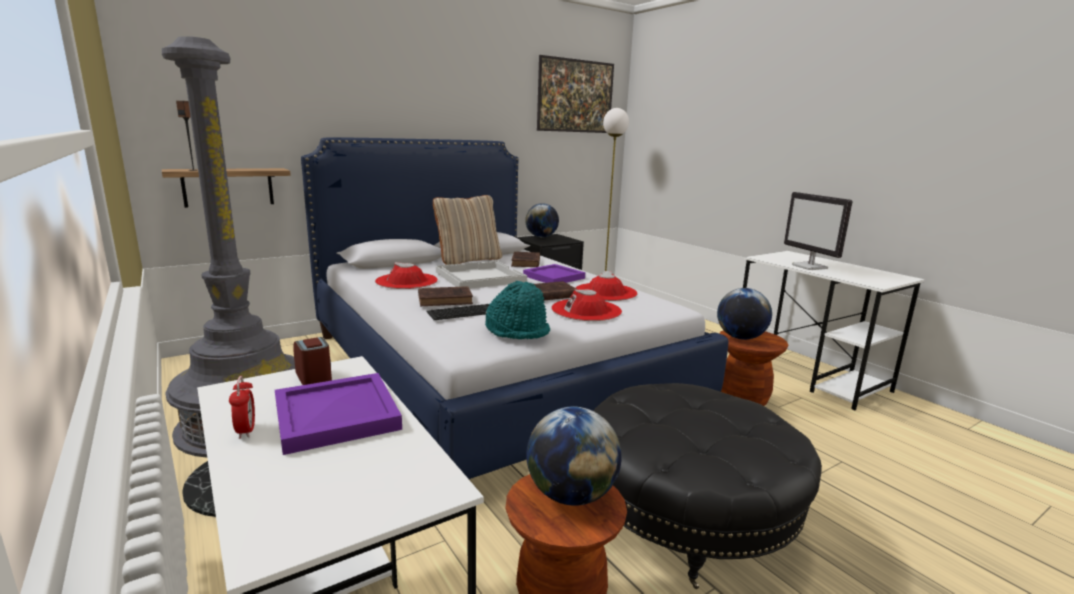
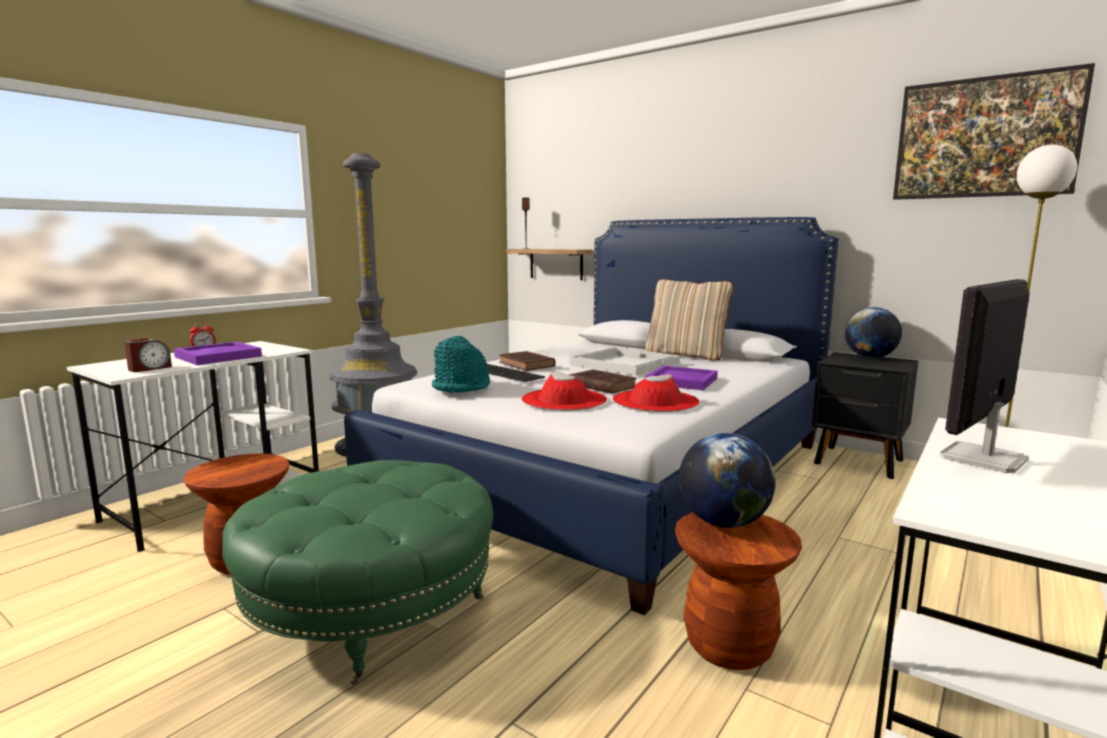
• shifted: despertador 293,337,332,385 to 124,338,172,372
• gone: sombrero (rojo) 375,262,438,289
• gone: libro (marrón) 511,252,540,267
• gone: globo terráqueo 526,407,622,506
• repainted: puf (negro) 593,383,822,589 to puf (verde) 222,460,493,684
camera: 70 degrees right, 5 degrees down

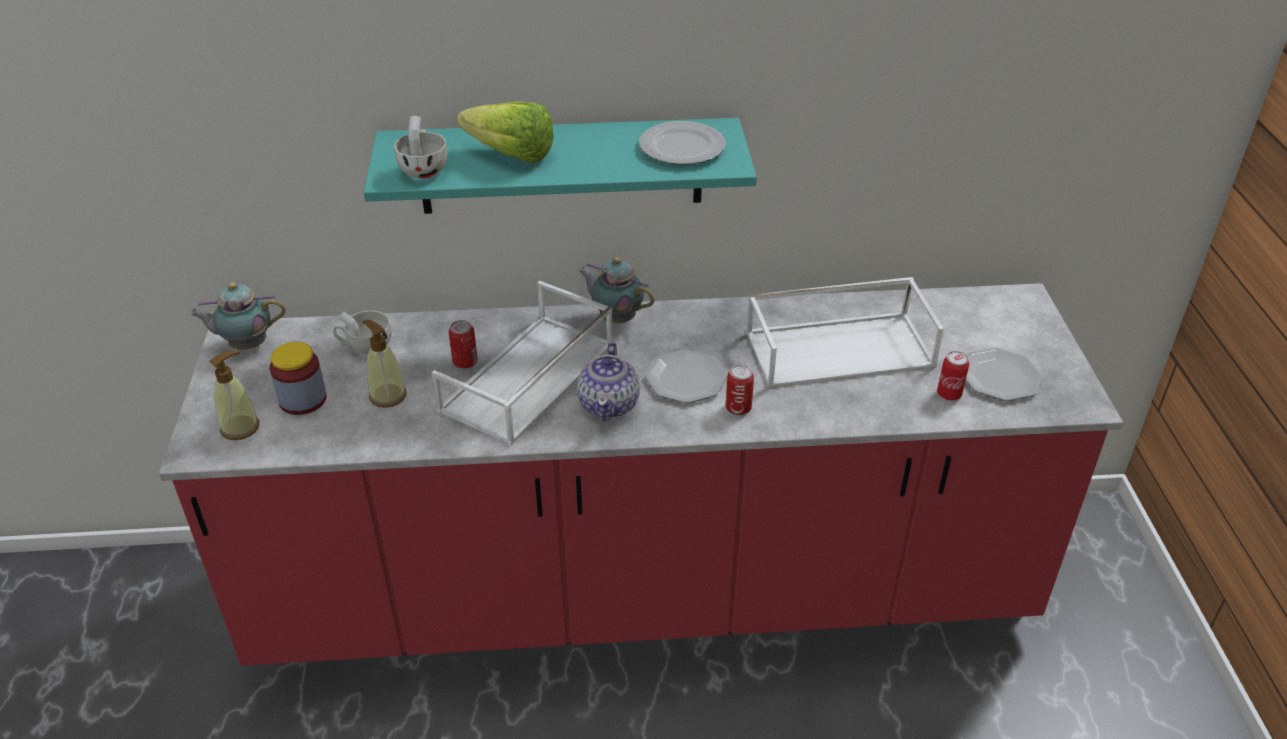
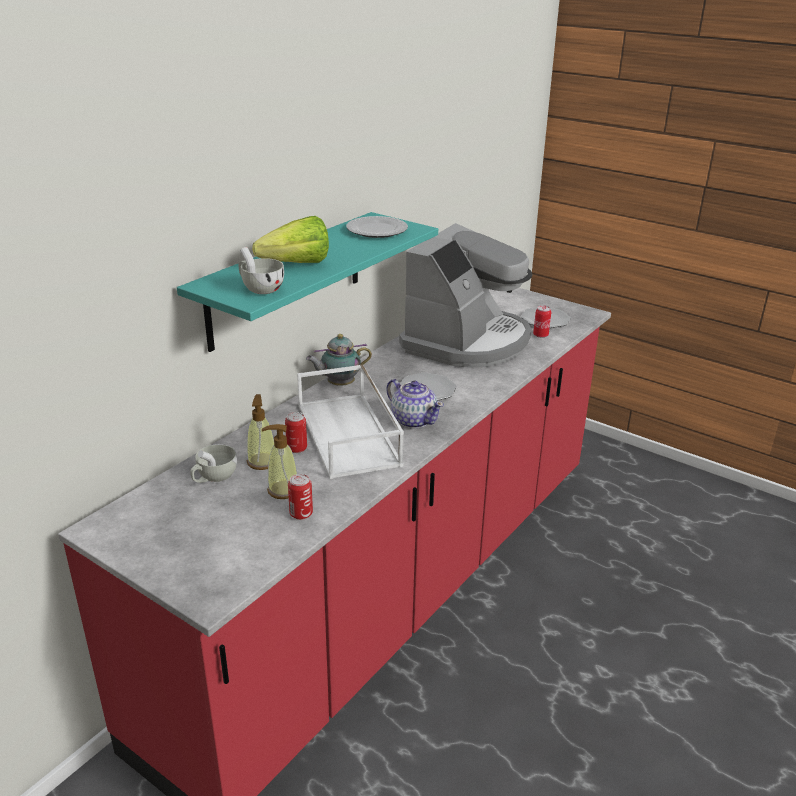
• gone: tetera 190,282,285,350
• shifted: dispensador de jabón 209,350,259,440 to 247,394,274,470
• gone: tarro 270,342,327,415
• shifted: lata 726,365,754,415 to 288,474,313,520
• swapped: bandeja (blanco) 746,277,944,388 to cafetera 399,223,533,368
camera: 50 degrees left, 10 degrees down

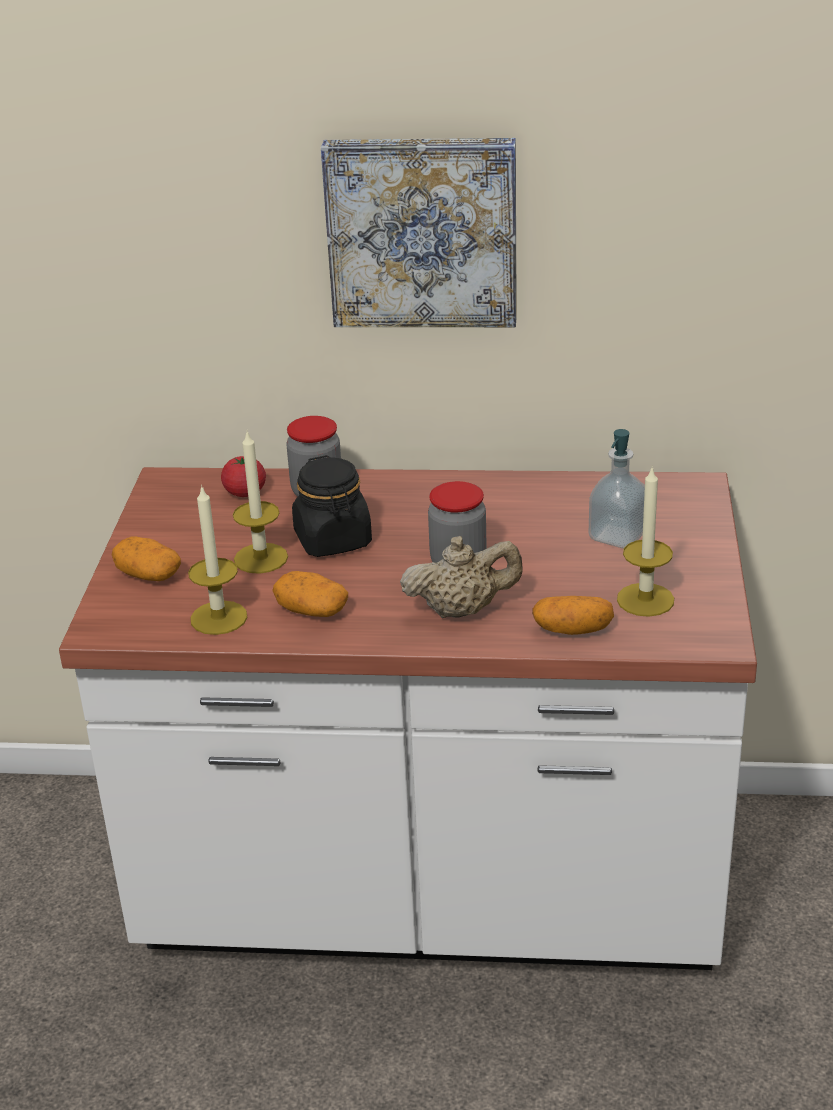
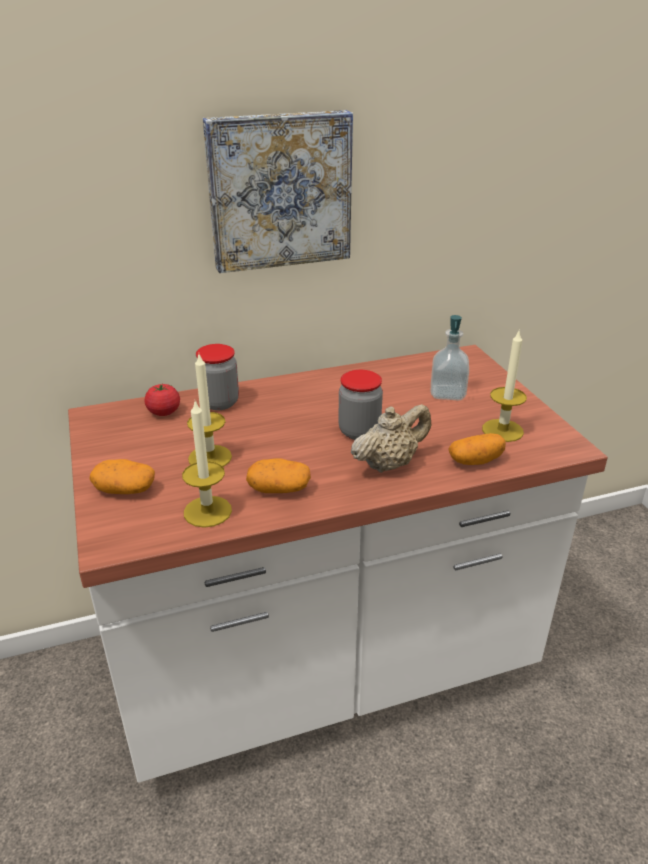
• gone: tarro (negro) 292,455,372,557
camera: 25 degrees left, 0 degrees up

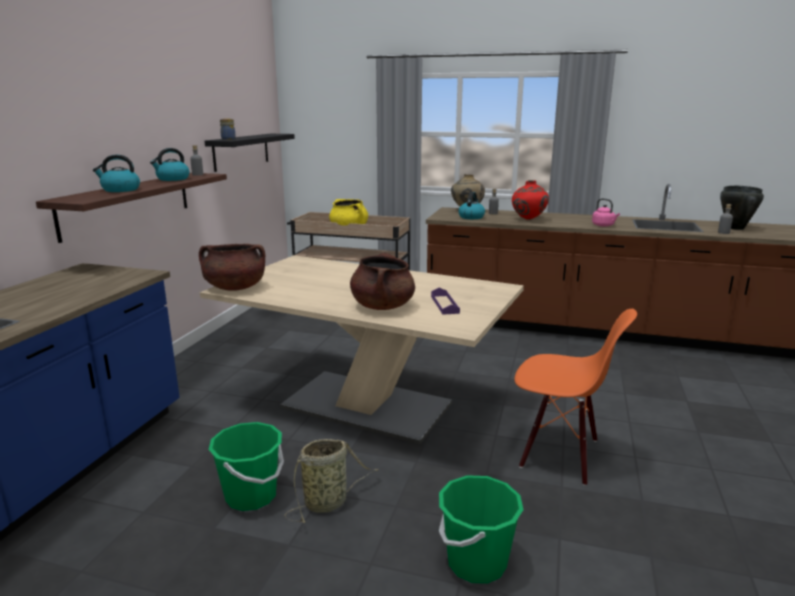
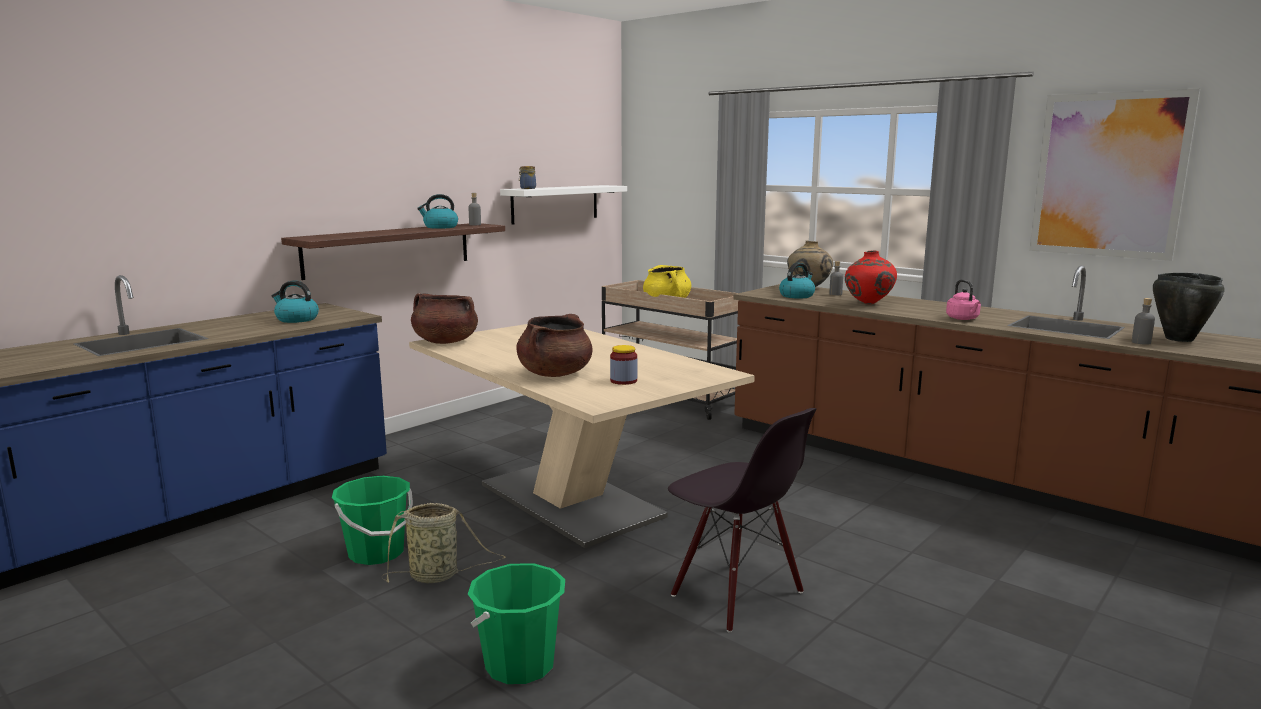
• shifted: hervidor 93,155,140,192 to 272,280,319,323
• repainted: estante (negro) 205,134,295,172 to estante (blanco) 500,185,627,225
• swapped: bandeja (morado) 431,288,460,315 to tarro 610,345,637,385
• repainted: silla (naranja) 514,309,637,486 to silla (negro) 668,408,816,633
• new: cuadro 1029,89,1200,261
camera: 25 degrees right, 5 degrees down

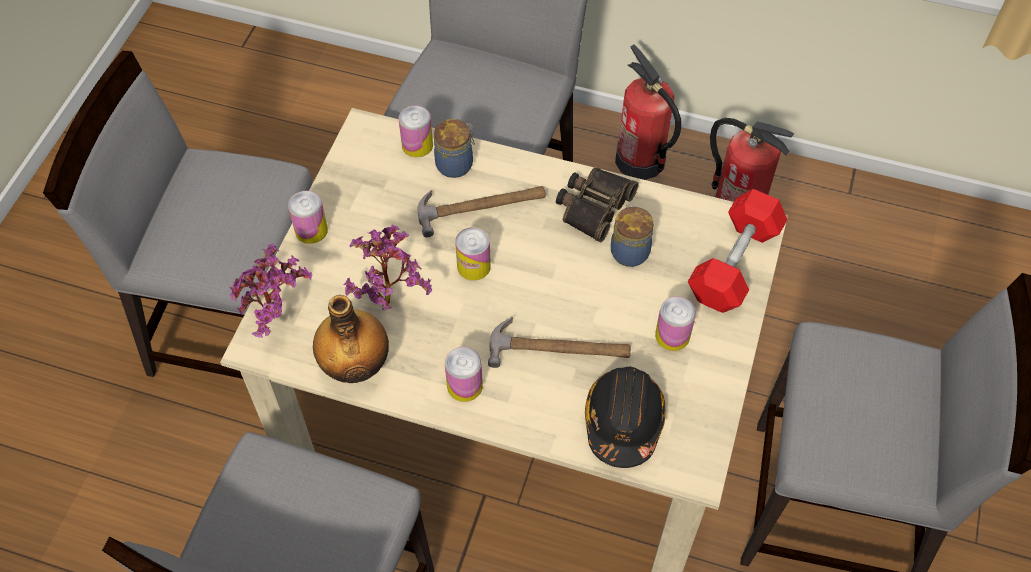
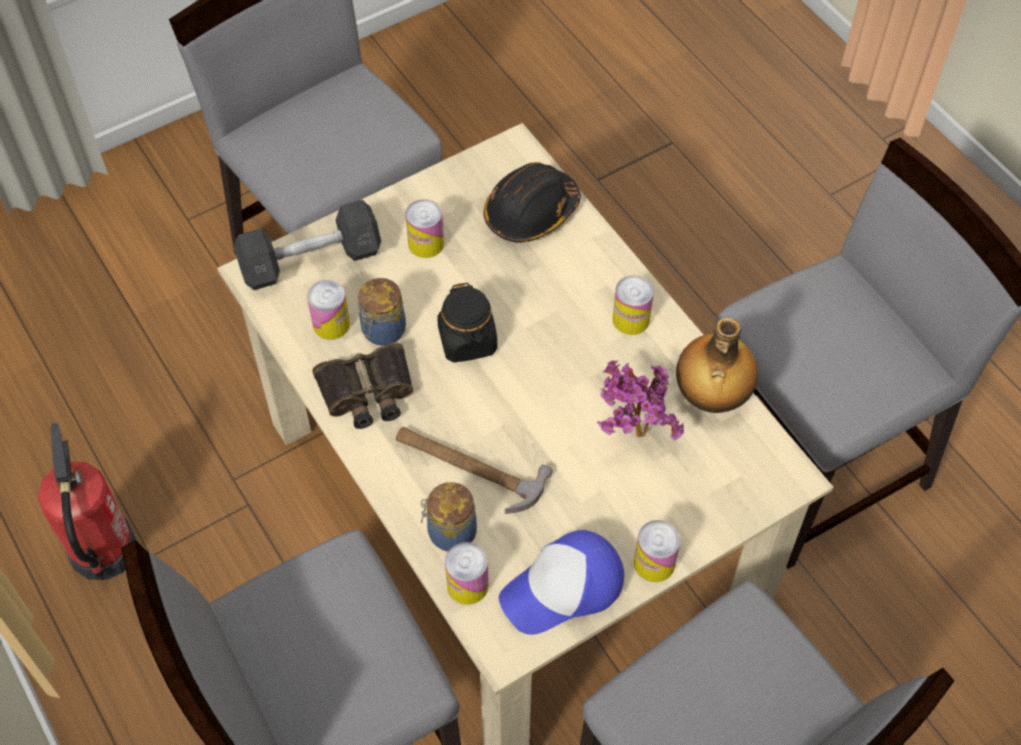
• gone: planta en maceta 229,244,312,338
• shifted: lata 455,227,491,281 to 307,280,350,340
• gone: martillo 488,317,631,368
• gone: extintor 615,44,681,180
• repainted: mancuerna (rojo) 688,189,787,313 to mancuerna (gris) 234,200,381,290
• new: tarro (negro) 437,283,497,363
• new: gorra 499,530,624,635
camera: 140 degrees left, 0 degrees up

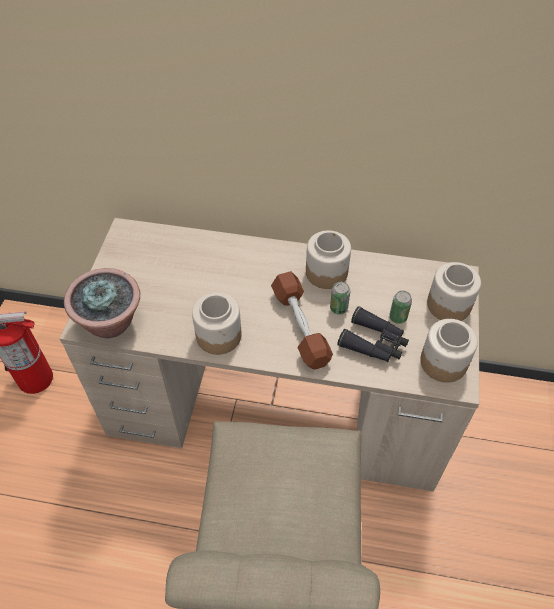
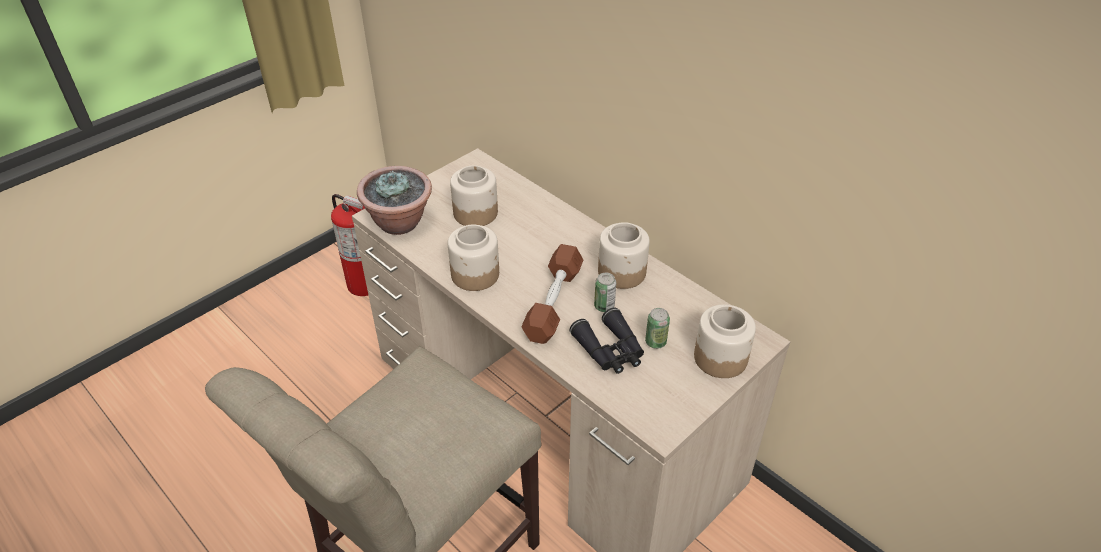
• shifted: tarro 420,319,478,383 to 450,165,498,226
camera: 35 degrees right, 10 degrees down

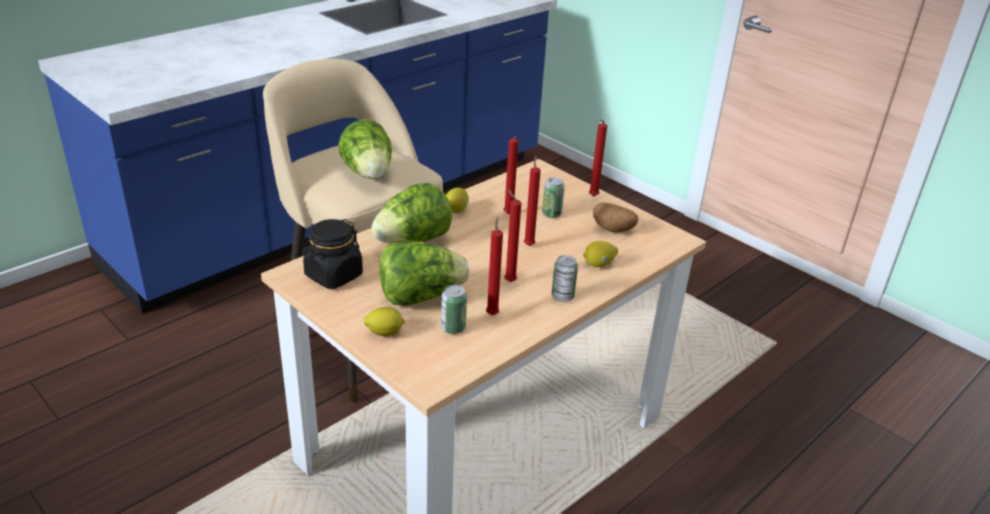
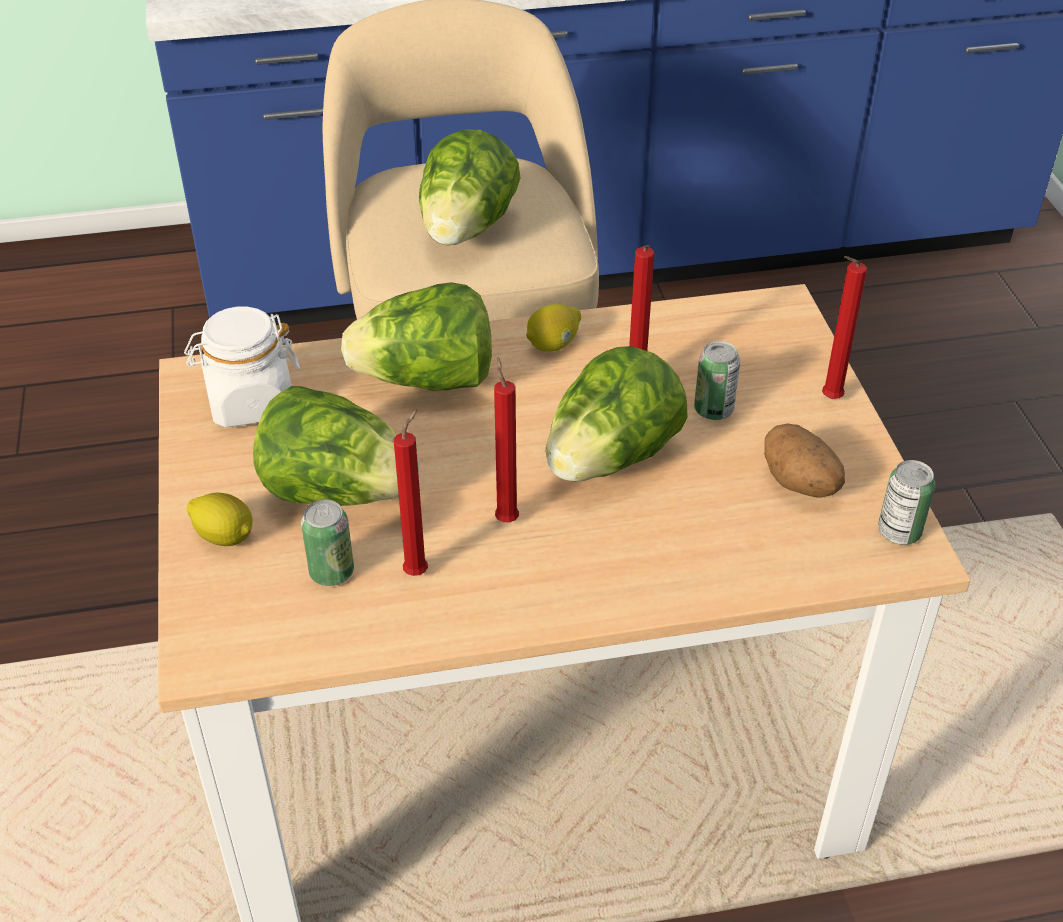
• repainted: tarro (negro) 303,219,363,289 to tarro (blanco) 184,307,300,427
• swapped: vela (rojo) 524,156,541,246 to lechuga 546,346,687,481
• shifted: lata 551,255,578,302 to 878,460,936,545
• gone: limón 583,241,618,267
camera: 35 degrees right, 10 degrees up

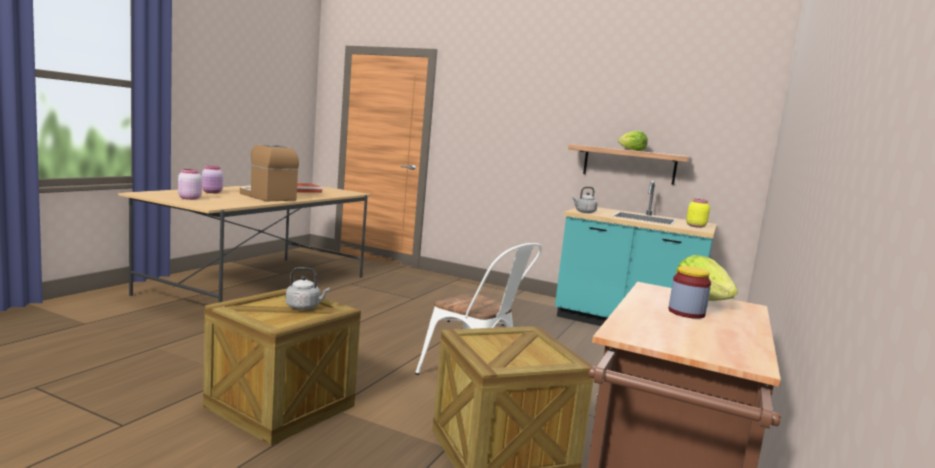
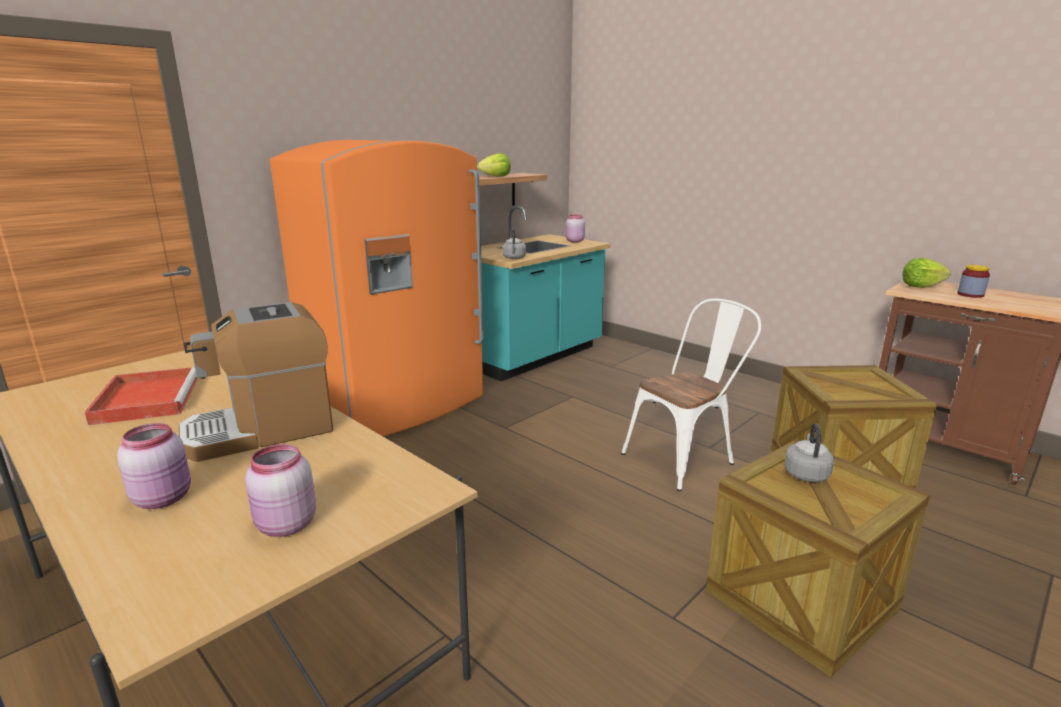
• repainted: tarro (amarillo) 686,199,710,228 to tarro (rosa) 566,215,585,242
• new: nevera (naranja) 270,140,484,436
camera: 70 degrees left, 10 degrees up

